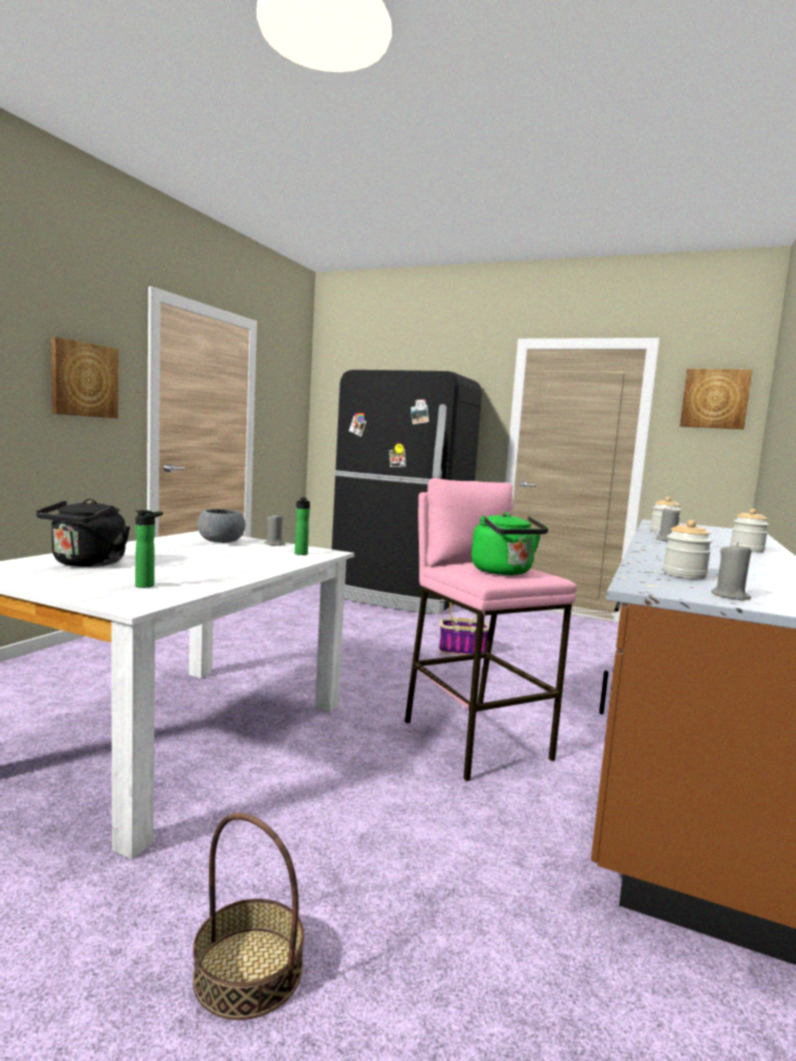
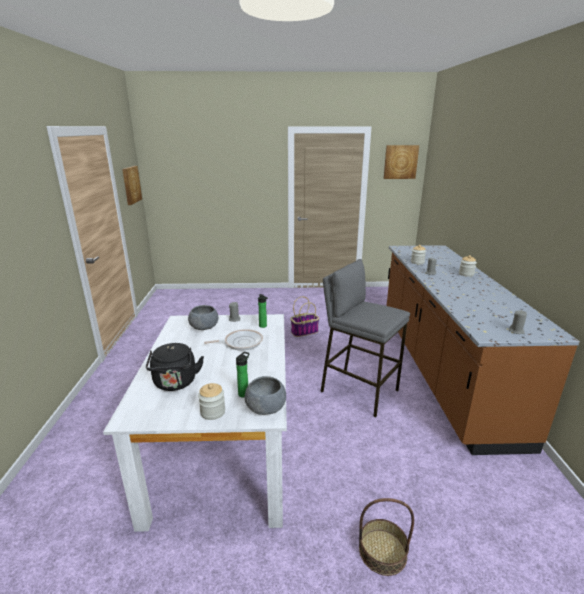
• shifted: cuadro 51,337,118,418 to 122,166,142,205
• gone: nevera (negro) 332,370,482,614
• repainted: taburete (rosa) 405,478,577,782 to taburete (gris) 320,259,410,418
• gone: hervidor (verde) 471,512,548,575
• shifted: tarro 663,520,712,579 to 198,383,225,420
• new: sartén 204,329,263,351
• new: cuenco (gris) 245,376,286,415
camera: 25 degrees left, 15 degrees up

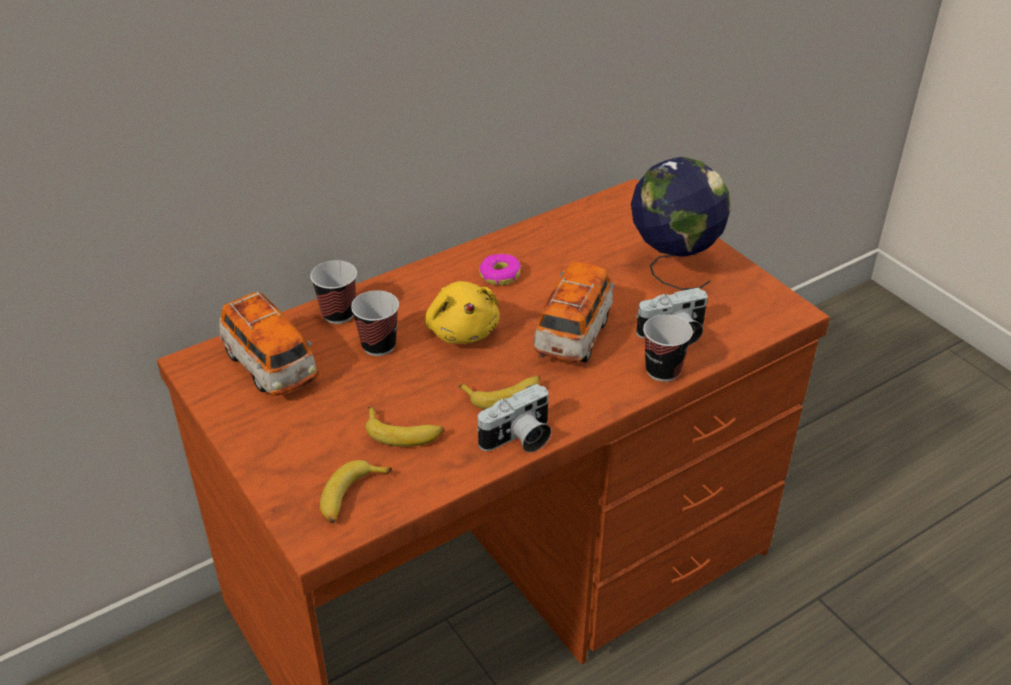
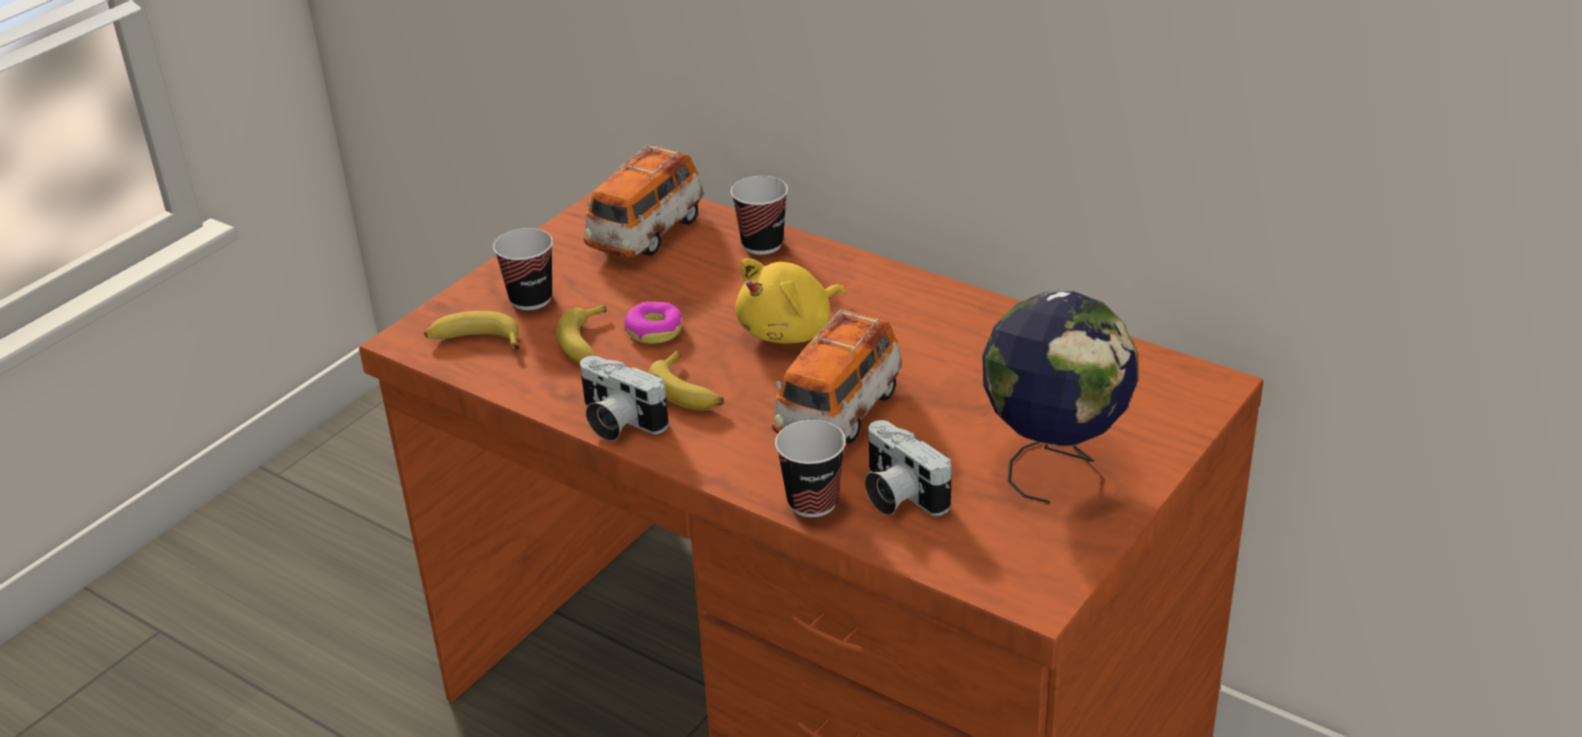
• shifted: taza 351,290,399,356 to 493,228,553,310
• shifted: rosquilla 479,254,521,285 to 624,301,683,344
• rotated: coche de juguete 533,262,614,362 = 772,309,902,444 120 degrees clockwise
camera: 70 degrees right, 5 degrees down

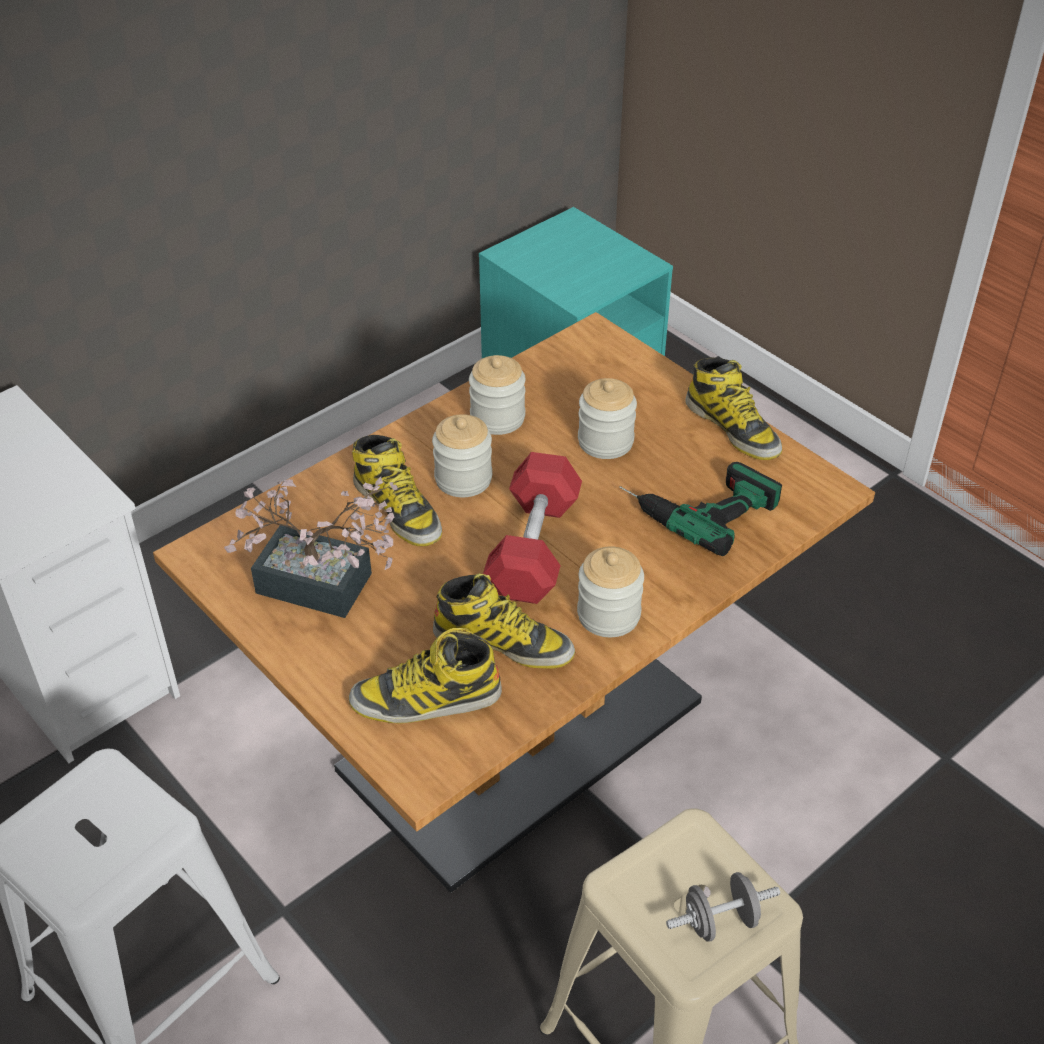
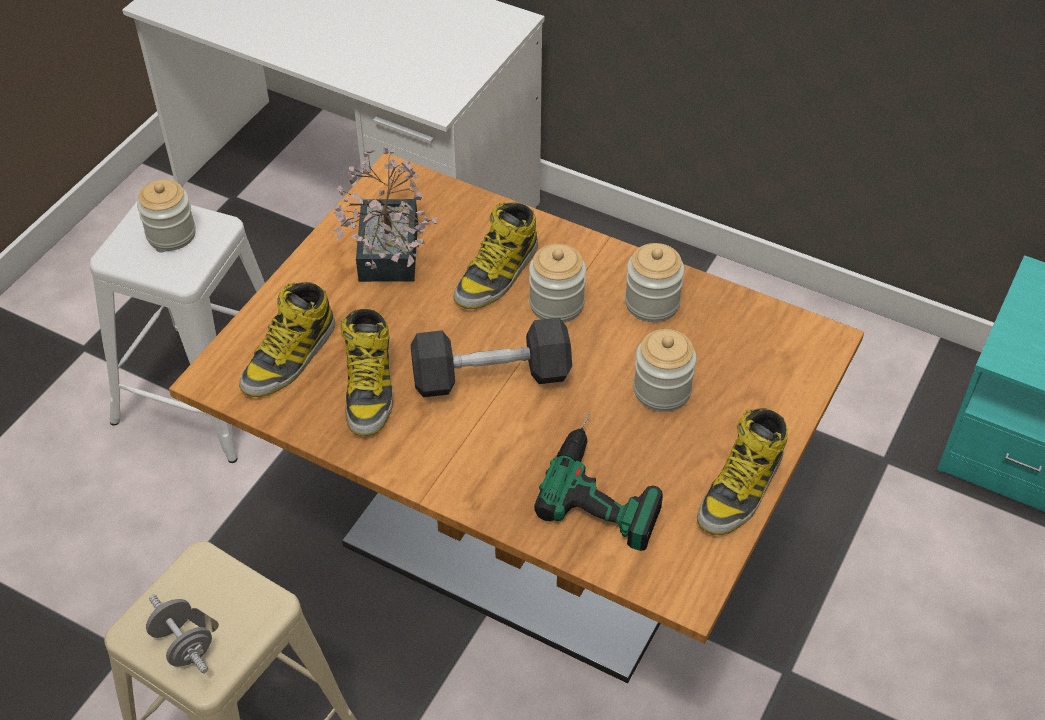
• rotated: bota 349,628,502,724 = 239,282,335,397 120 degrees counterclockwise
• repainted: mancuerna (rojo) 483,452,582,604 to mancuerna (gris) 411,318,572,397
• shifted: tarro 577,546,644,637 to 137,179,196,251
camera: 70 degrees right, 5 degrees up

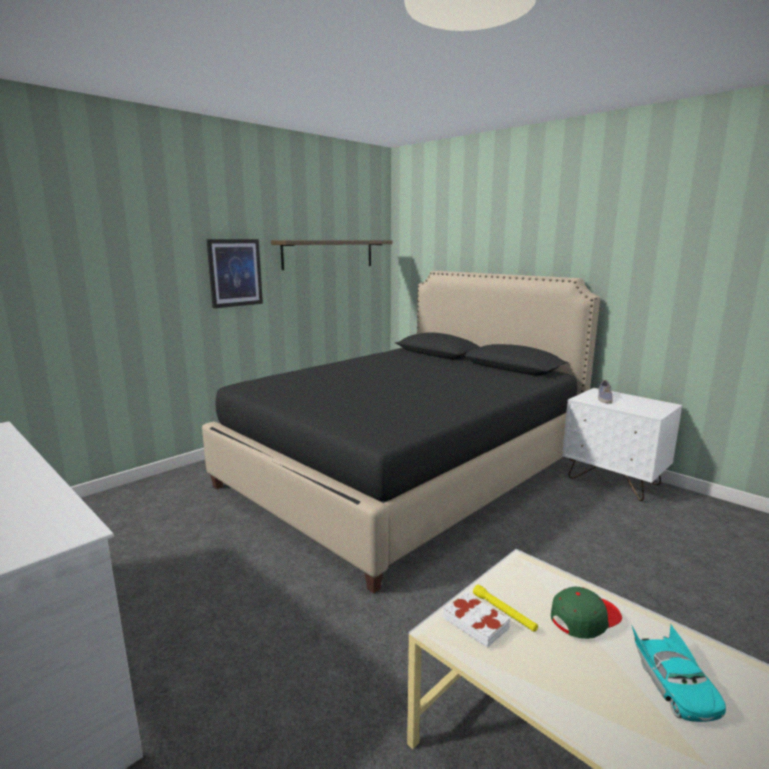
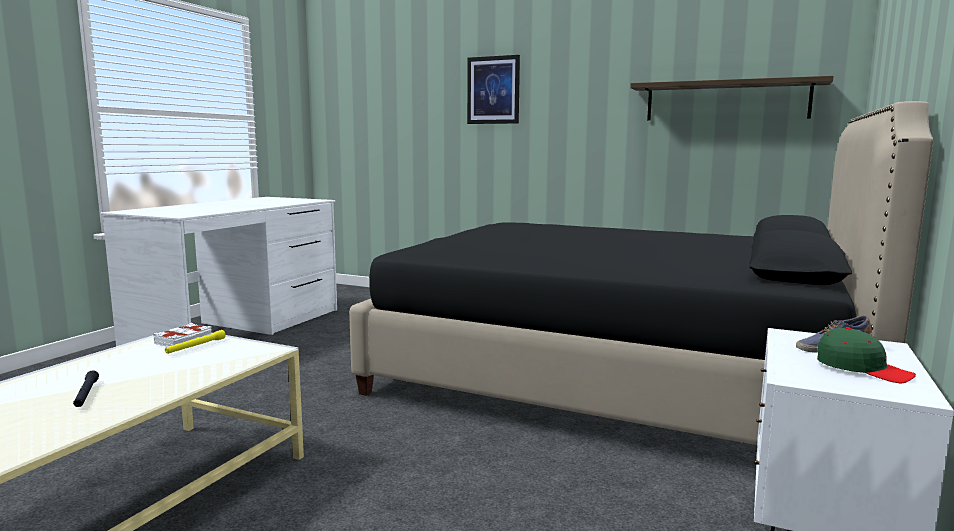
• shifted: cuadro 206,239,263,308 to 467,55,520,124
• shifted: gorra (verde) 551,586,622,639 to 817,327,916,383
• swapped: coche de juguete (turquesa) 632,624,726,722 to linterna (negro) 73,370,99,407
camera: 70 degrees right, 5 degrees down

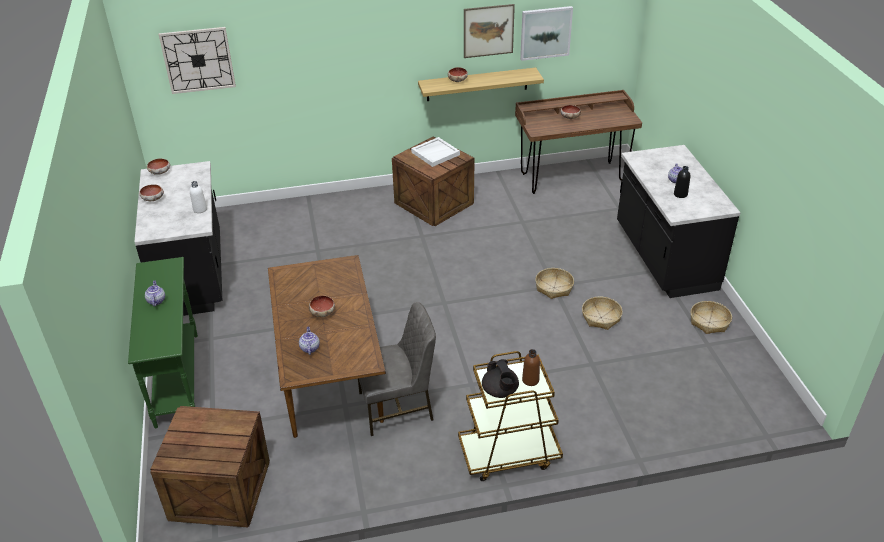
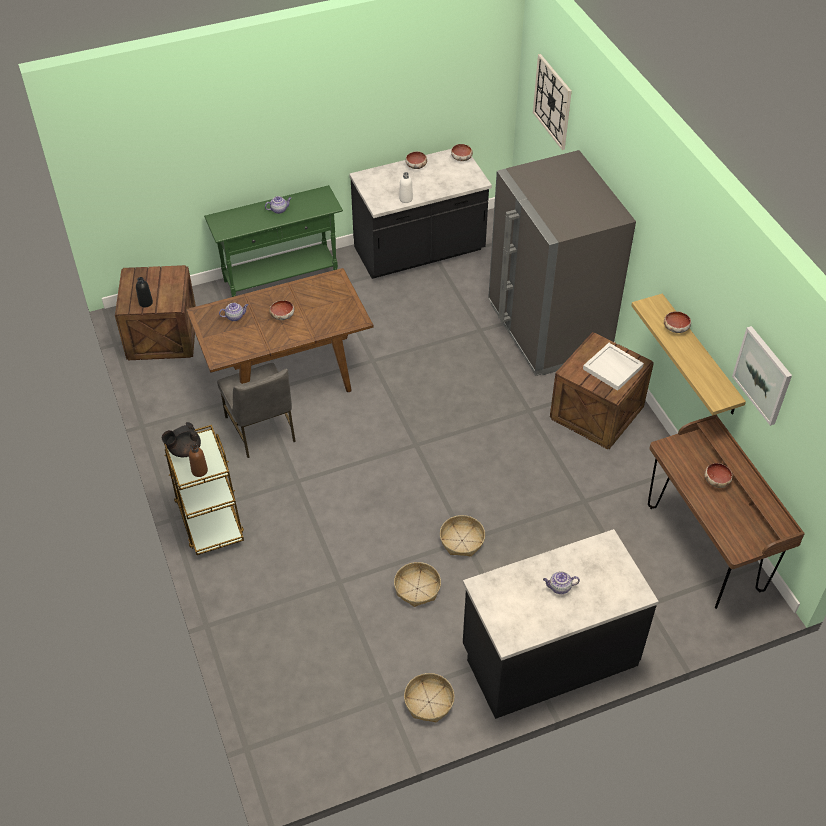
• gone: cuadro 464,4,515,58
• shifted: botella (negro) 674,166,690,198 to 136,277,153,307
• new: nevera (gris) 488,150,636,376
camera: 80 degrees right, 10 degrees up

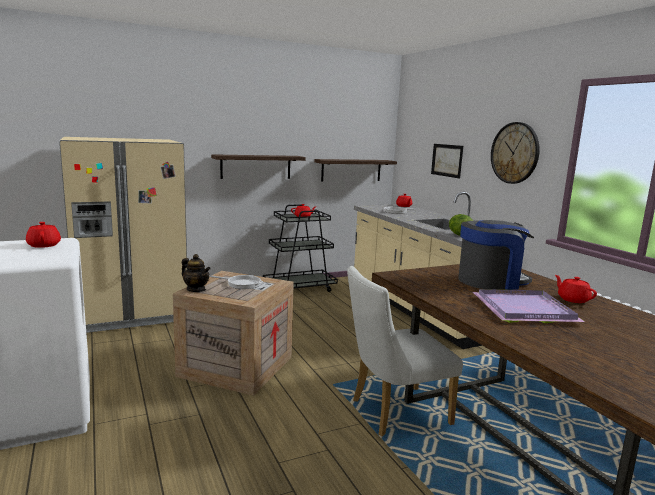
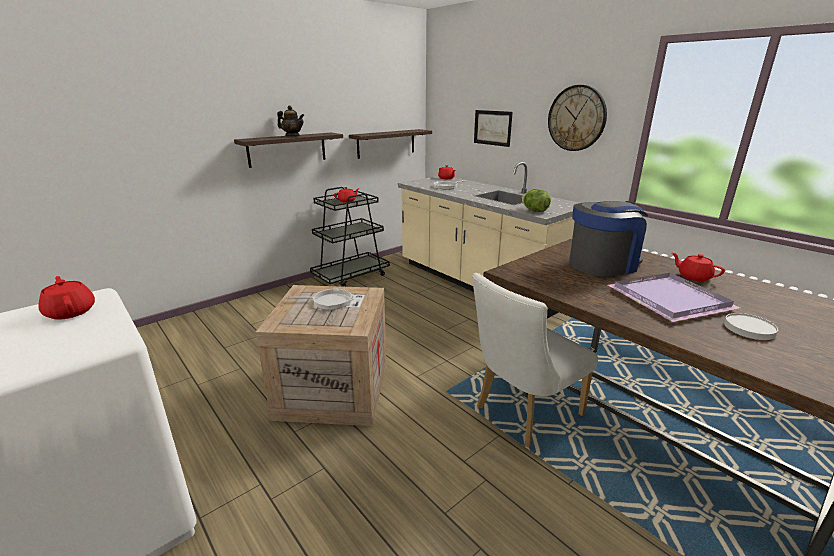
• gone: nevera (beis) 59,137,187,333
• shifted: tetera 182,254,211,292 to 277,106,304,136
• new: plato (blanco) 724,313,778,340
camera: 15 degrees left, 10 degrees up

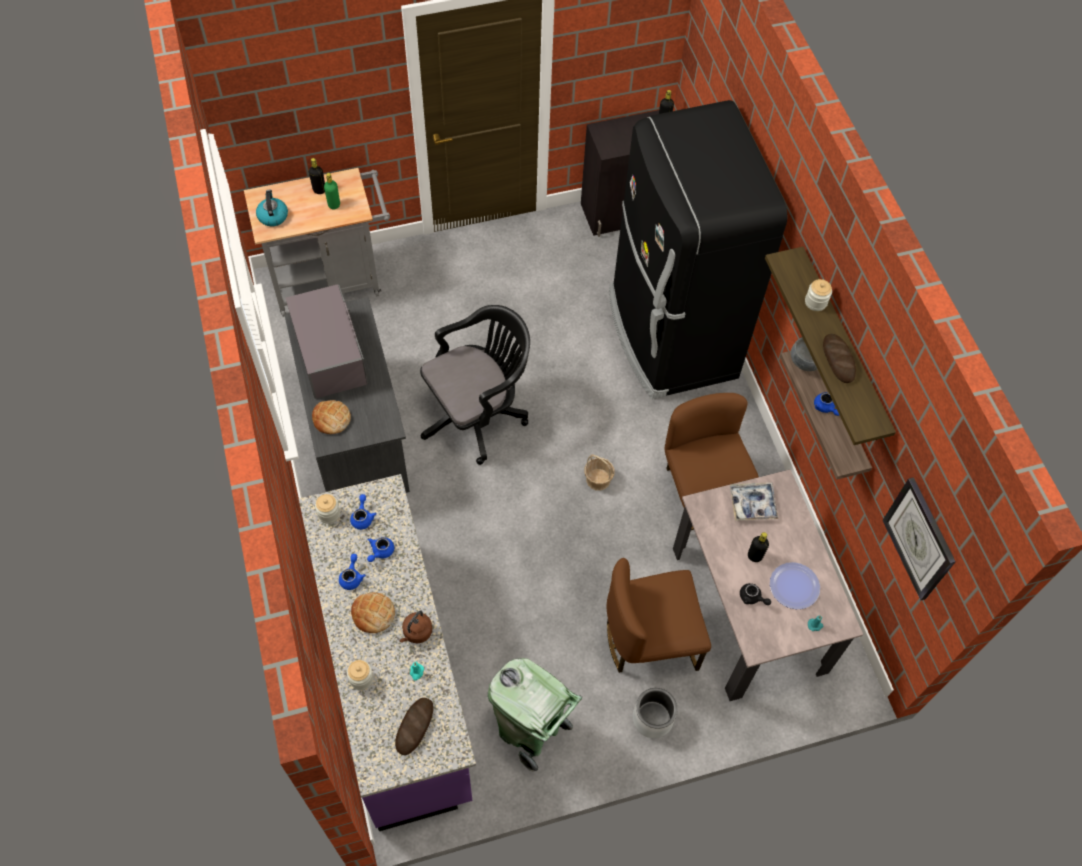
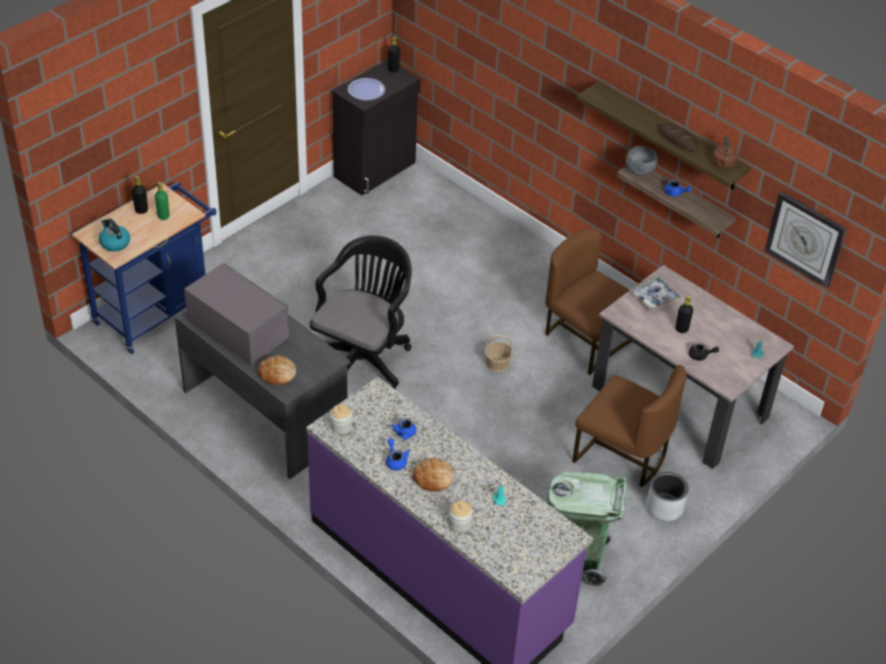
• repainted: carrito (gris) 244,168,390,317 to carrito (azul) 72,182,216,354
• gone: tetera (azul) 350,494,376,530
• gone: pan 395,698,433,756
• shifted: hervidor (marrón) 400,610,432,644 to 712,136,738,168
• rotated: silla (marrón) 607,558,711,673 = 572,365,687,487 105 degrees counterclockwise
• gone: nevera (negro) 609,100,788,399
• shifted: plato 770,562,820,609 to 348,78,385,101
• gone: tarro 805,279,832,311
camera: 30 degrees left, 15 degrees down

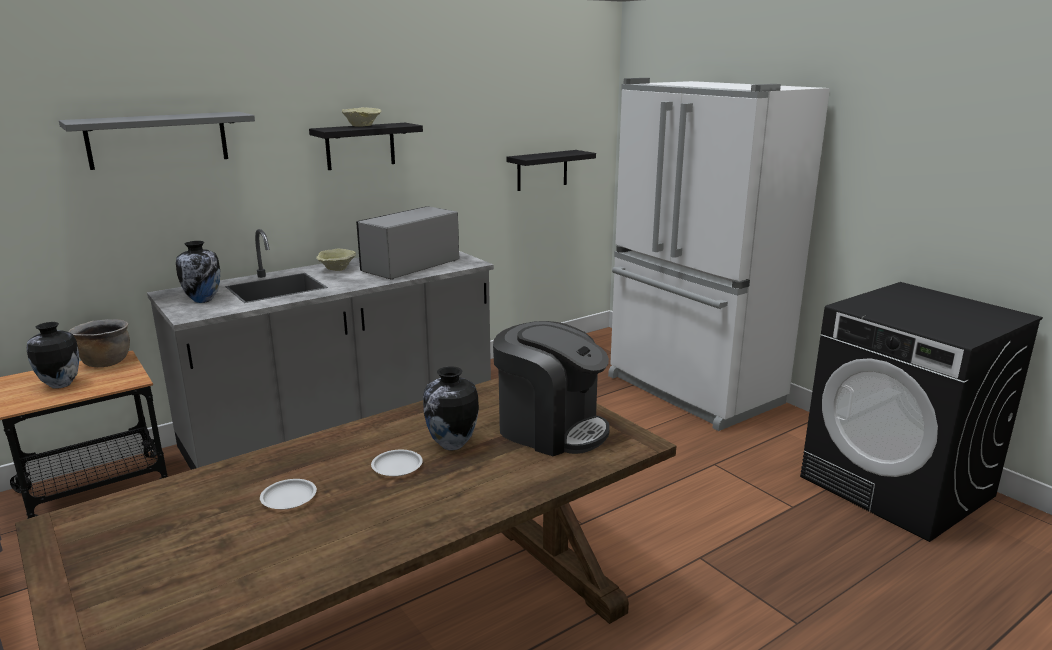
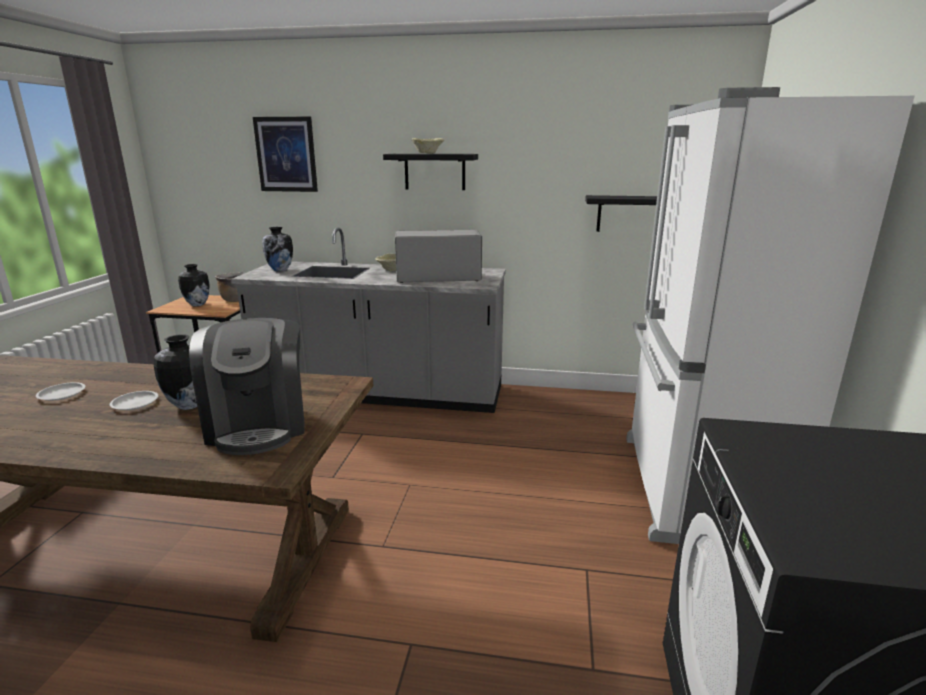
• swapped: estante (gris) 59,112,255,170 to cuadro 253,117,318,192
camera: 45 degrees right, 0 degrees up

